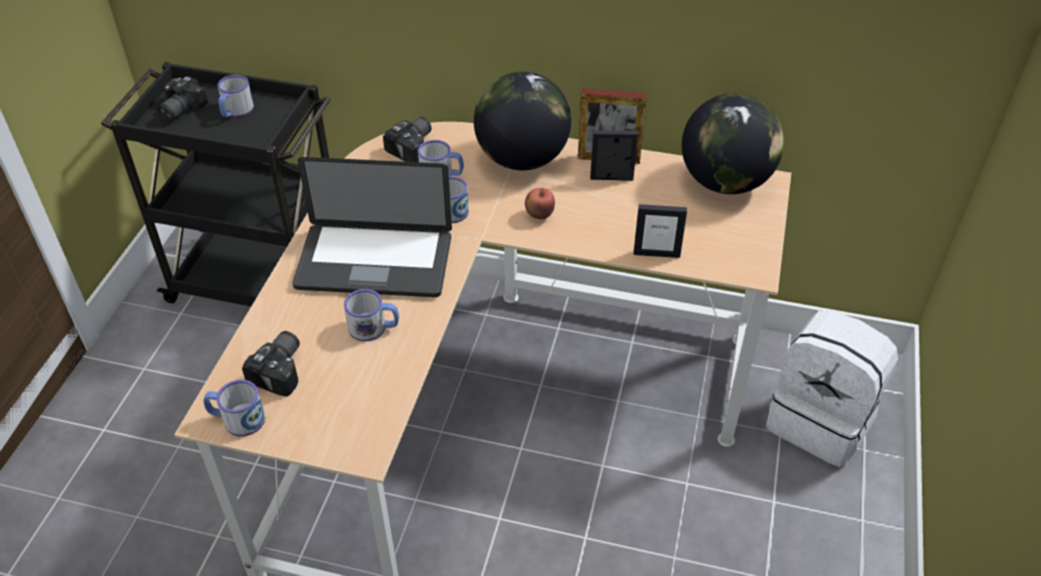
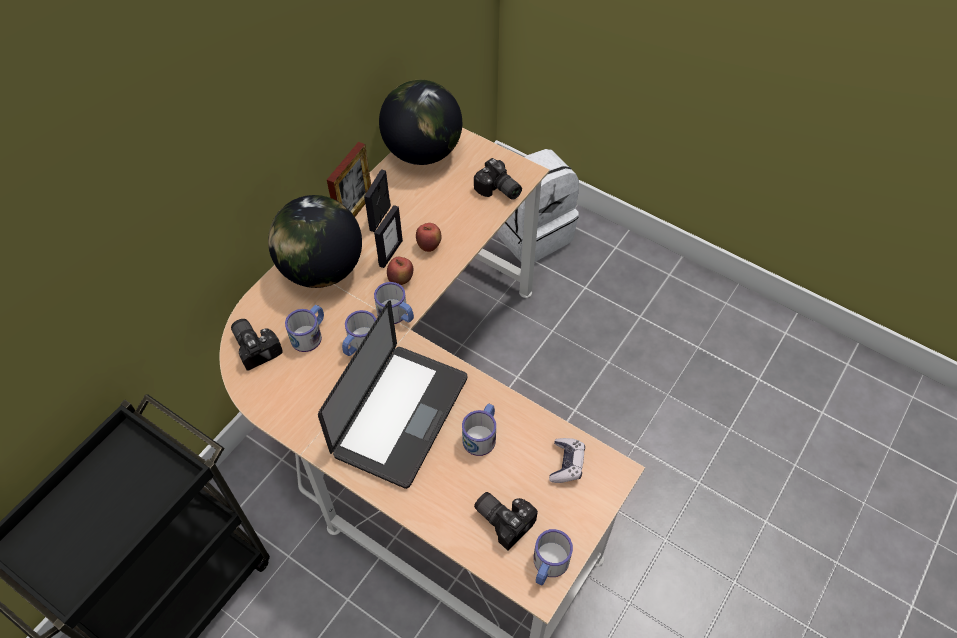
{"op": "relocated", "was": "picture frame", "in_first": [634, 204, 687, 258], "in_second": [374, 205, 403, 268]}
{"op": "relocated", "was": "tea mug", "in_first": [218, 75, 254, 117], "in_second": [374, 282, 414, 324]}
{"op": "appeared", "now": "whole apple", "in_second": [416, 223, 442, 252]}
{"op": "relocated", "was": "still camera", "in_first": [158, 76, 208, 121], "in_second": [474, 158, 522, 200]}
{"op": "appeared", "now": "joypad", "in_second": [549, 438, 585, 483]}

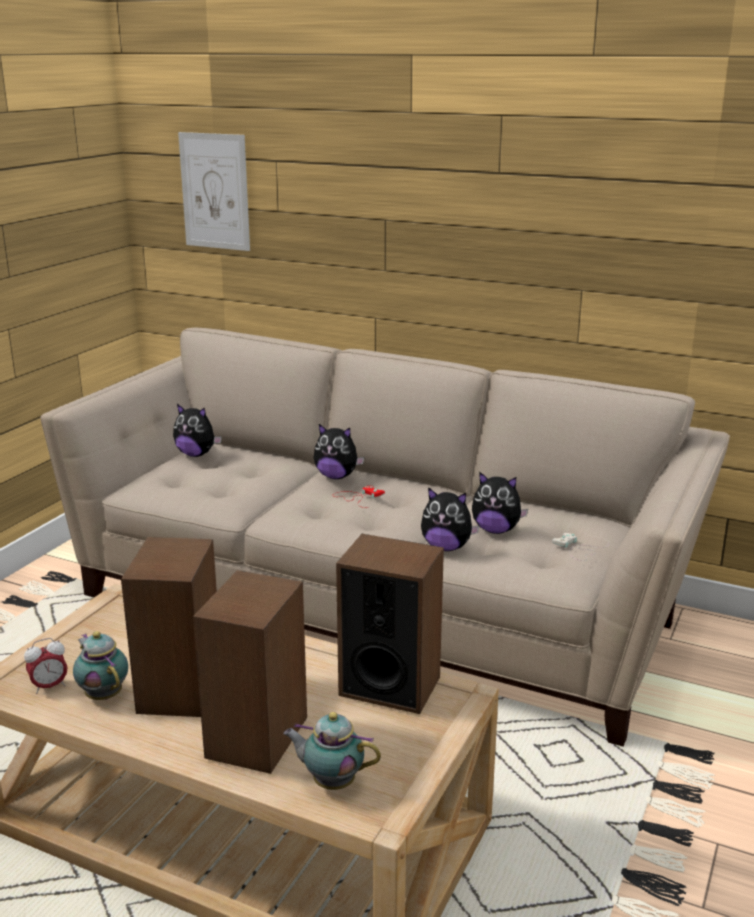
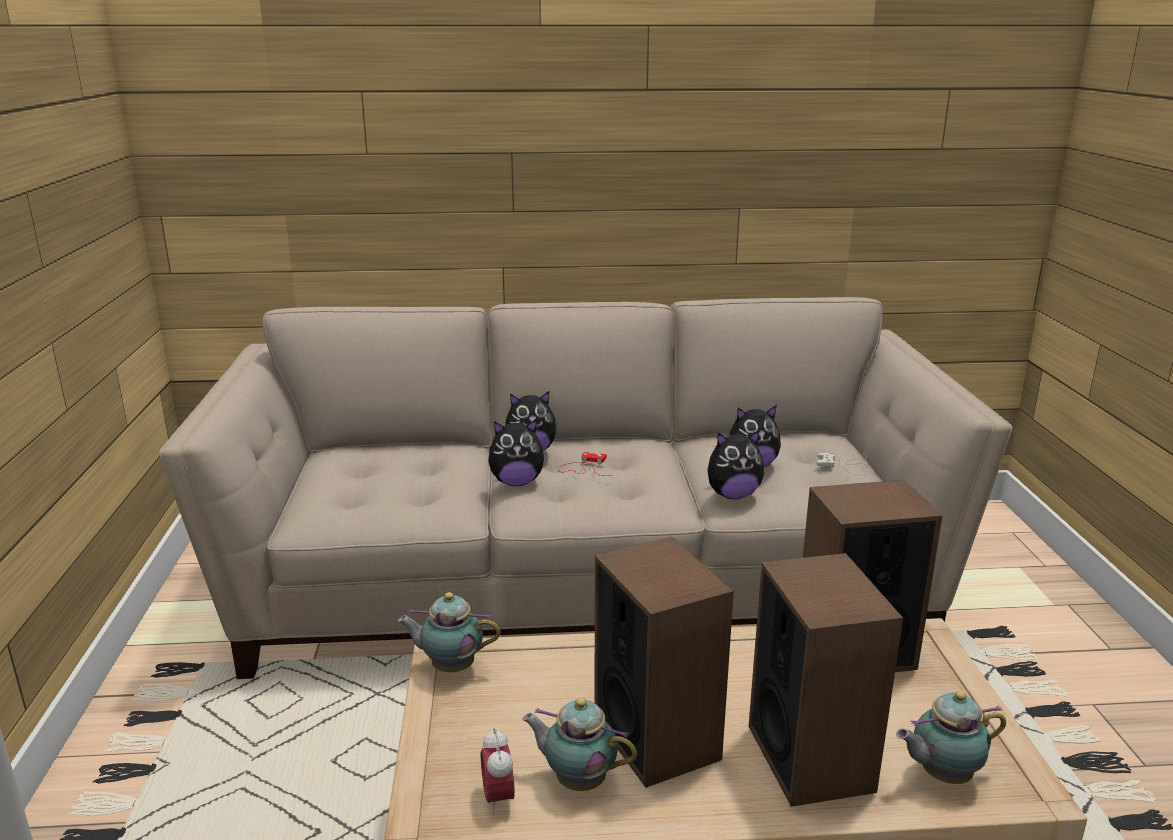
{"op": "appeared", "now": "pot for tea", "in_second": [398, 592, 500, 672]}
{"op": "spun", "was": "table clock", "in_first": [24, 638, 67, 694], "in_second": [481, 728, 515, 814], "clockwise": 135}
{"op": "relocated", "was": "plush toy", "in_first": [173, 404, 222, 457], "in_second": [488, 419, 547, 486]}
{"op": "missing", "was": "wall picture", "in_first": [178, 132, 250, 251]}

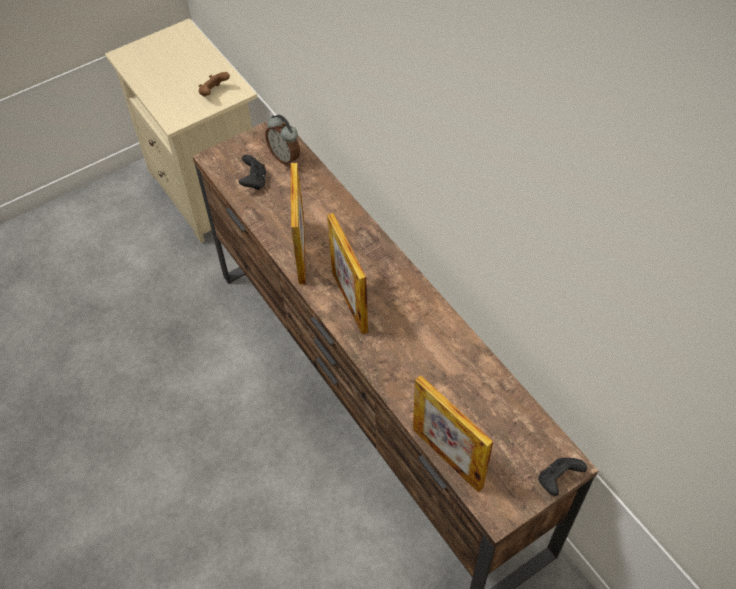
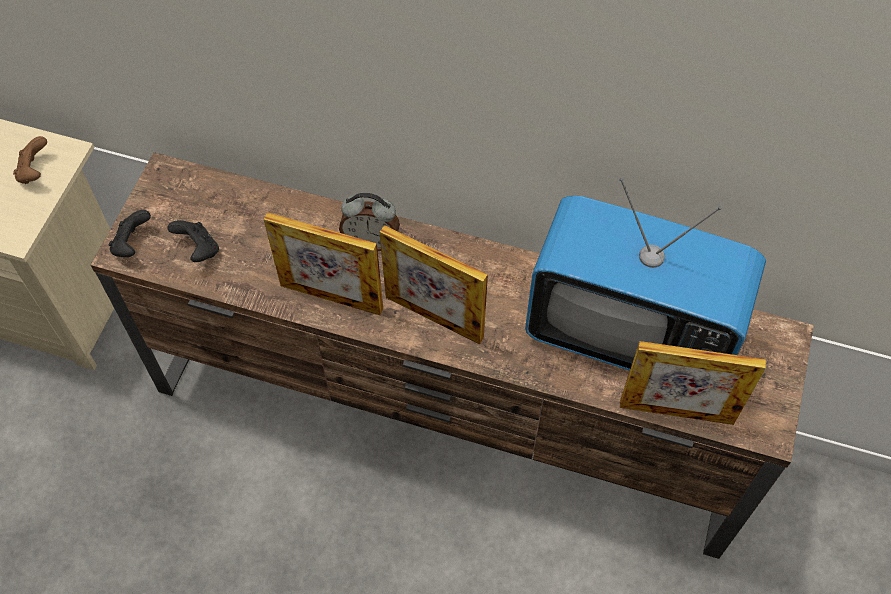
{"op": "relocated", "was": "joypad in black", "in_first": [538, 458, 587, 496], "in_second": [109, 210, 151, 257]}
{"op": "spun", "was": "picture frame", "in_first": [291, 163, 306, 285], "in_second": [264, 212, 383, 315], "clockwise": 150}
{"op": "relocated", "was": "table clock", "in_first": [265, 114, 300, 166], "in_second": [339, 193, 400, 251]}
{"op": "appeared", "now": "TV set", "in_second": [525, 178, 766, 371]}

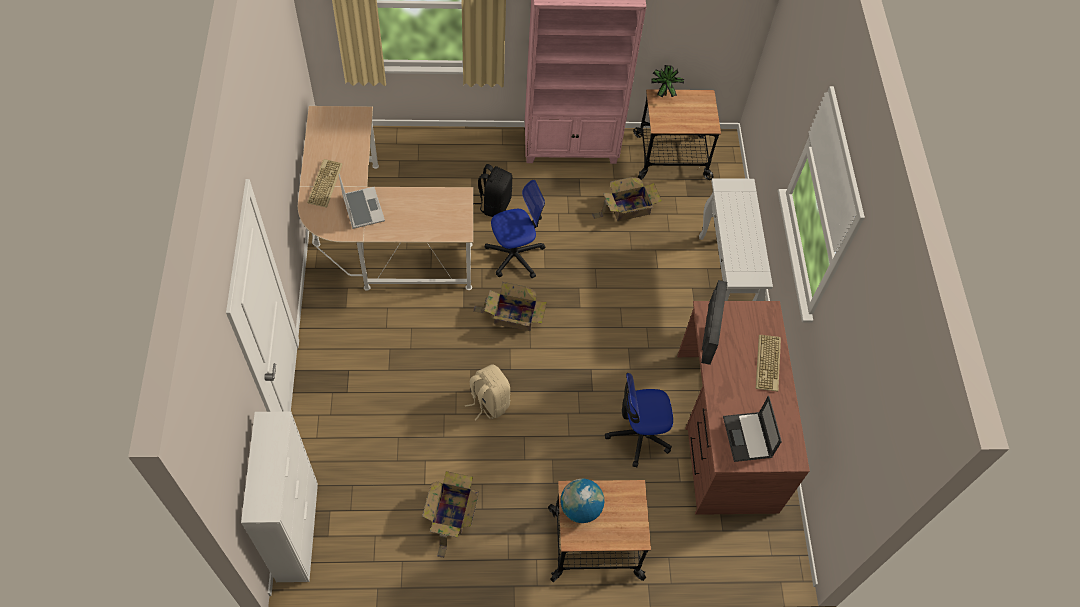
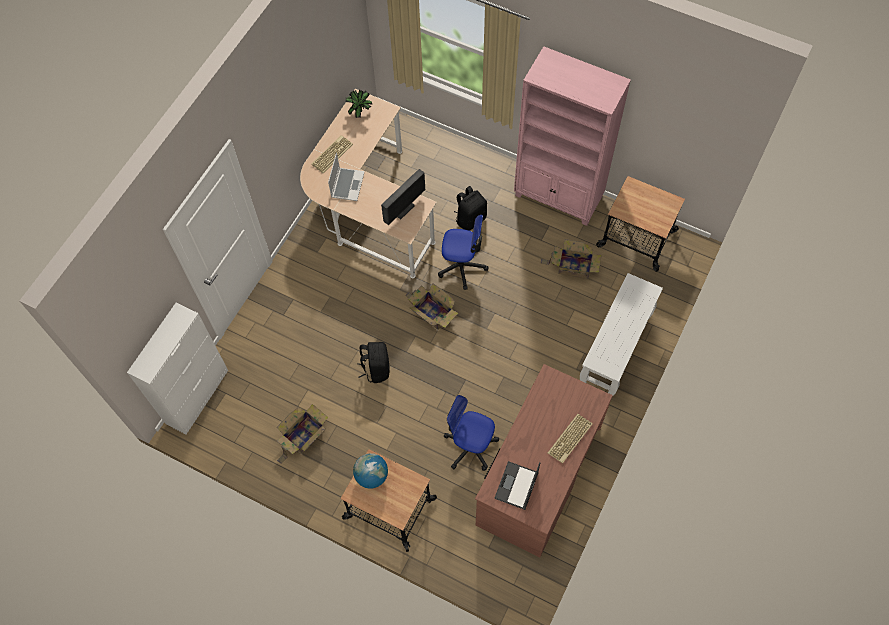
{"op": "relocated", "was": "houseplant", "in_first": [651, 65, 684, 97], "in_second": [345, 89, 373, 118]}
{"op": "colour", "was": "rucksack in beige-coloured", "now": "rucksack in black", "in_first": [465, 364, 510, 421], "in_second": [358, 342, 390, 383]}
{"op": "relocated", "was": "computer display", "in_first": [701, 280, 727, 365], "in_second": [381, 169, 425, 225]}

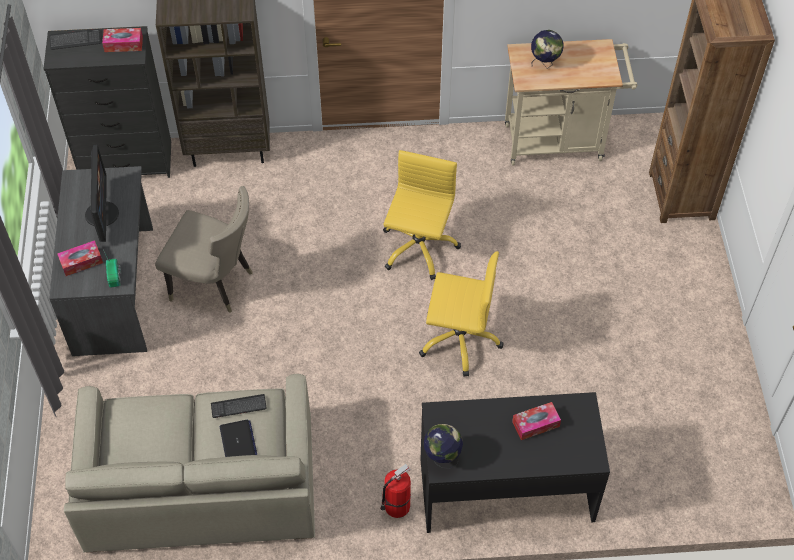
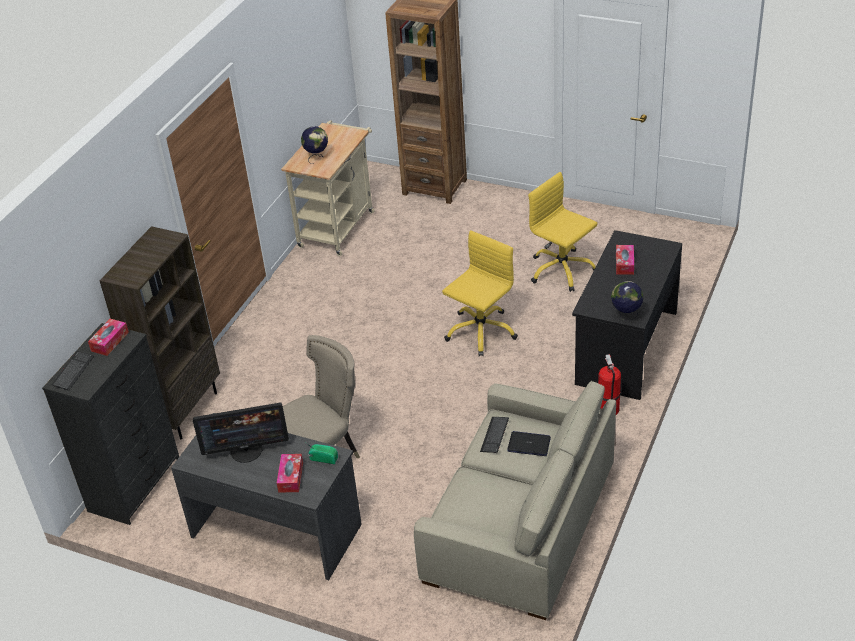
{"op": "spun", "was": "computer display", "in_first": [85, 144, 119, 242], "in_second": [193, 402, 289, 463], "clockwise": 150}
{"op": "relocated", "was": "computer chair in yellow", "in_first": [383, 150, 461, 280], "in_second": [528, 172, 597, 292]}

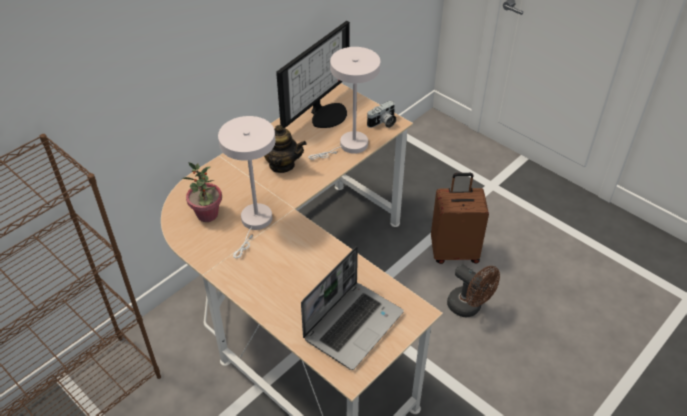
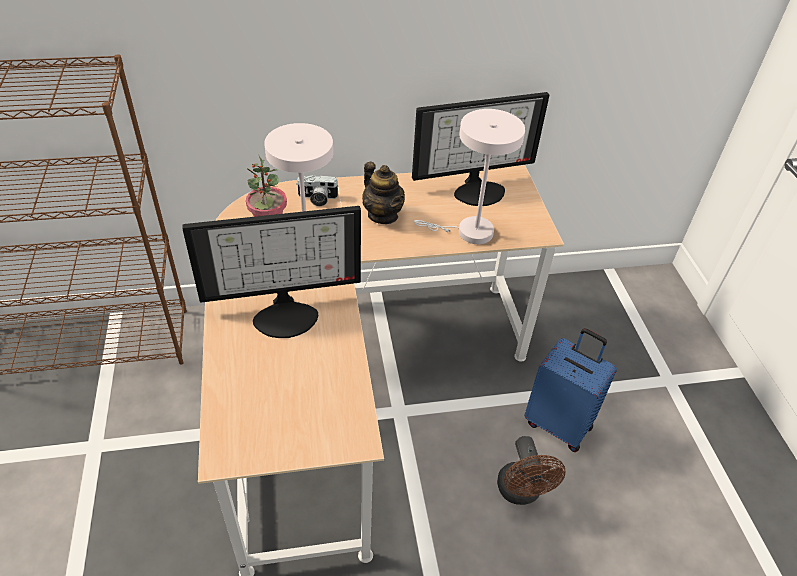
{"op": "appeared", "now": "computer display", "in_second": [182, 206, 361, 338]}
{"op": "relocated", "was": "still camera", "in_first": [367, 101, 396, 128], "in_second": [296, 175, 339, 206]}
{"op": "colour", "was": "travel case in brown-coloured", "now": "travel case in blue-coloured", "in_first": [431, 173, 489, 264], "in_second": [524, 328, 617, 452]}
{"op": "missing", "was": "notebook computer", "in_first": [301, 246, 404, 370]}

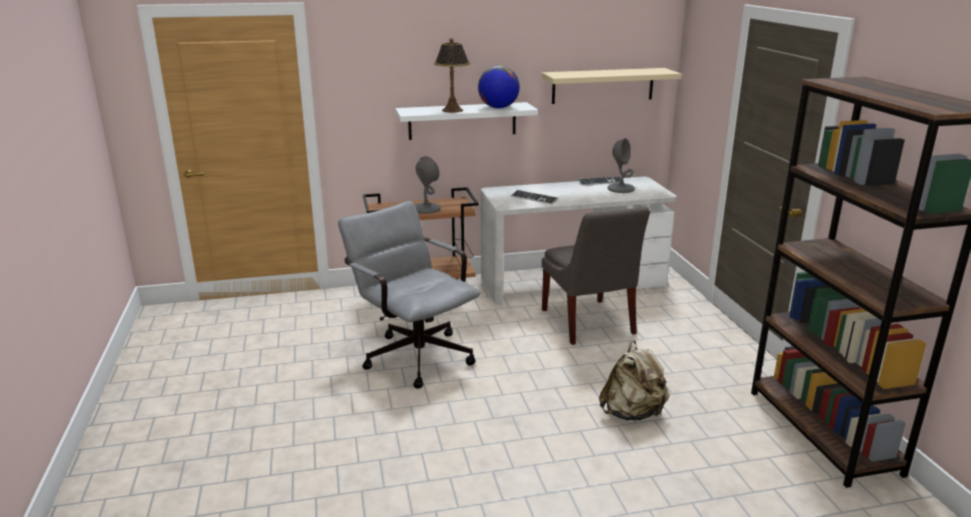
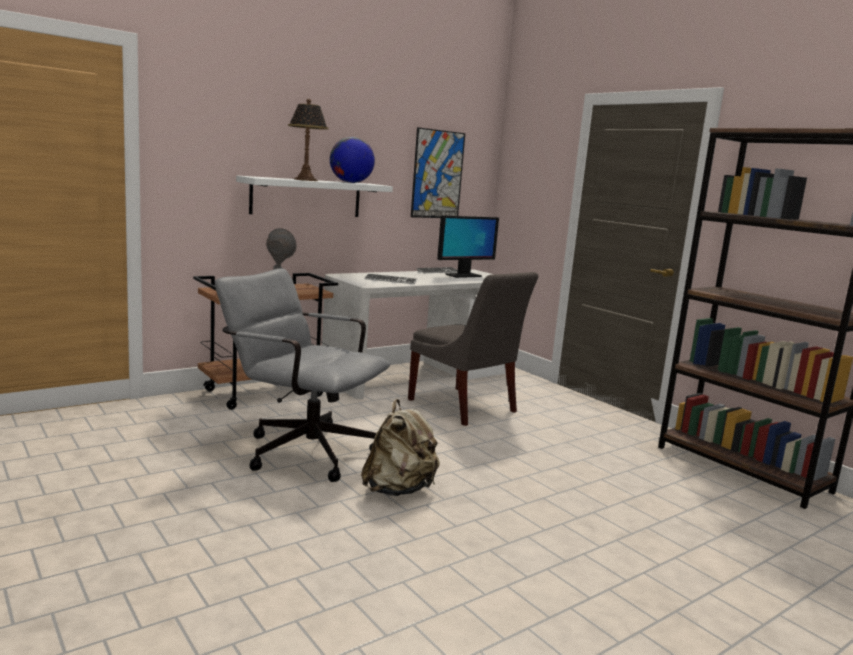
{"op": "relocated", "was": "rucksack in beige-coloured", "in_first": [599, 340, 670, 420], "in_second": [361, 399, 440, 496]}
{"op": "exchanged", "was": "shelf in beige-coloured", "now": "wall picture", "in_first": [541, 68, 682, 104], "in_second": [411, 127, 465, 218]}
{"op": "exchanged", "was": "table lamp in gray", "now": "computer display", "in_first": [608, 138, 635, 193], "in_second": [437, 215, 499, 278]}

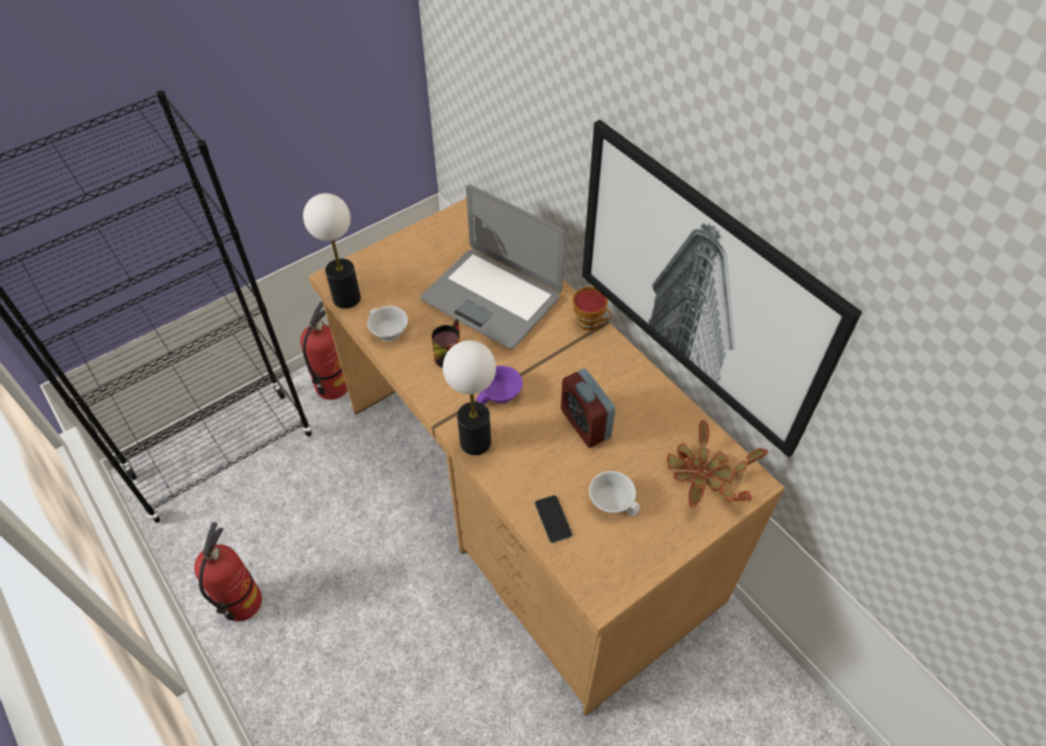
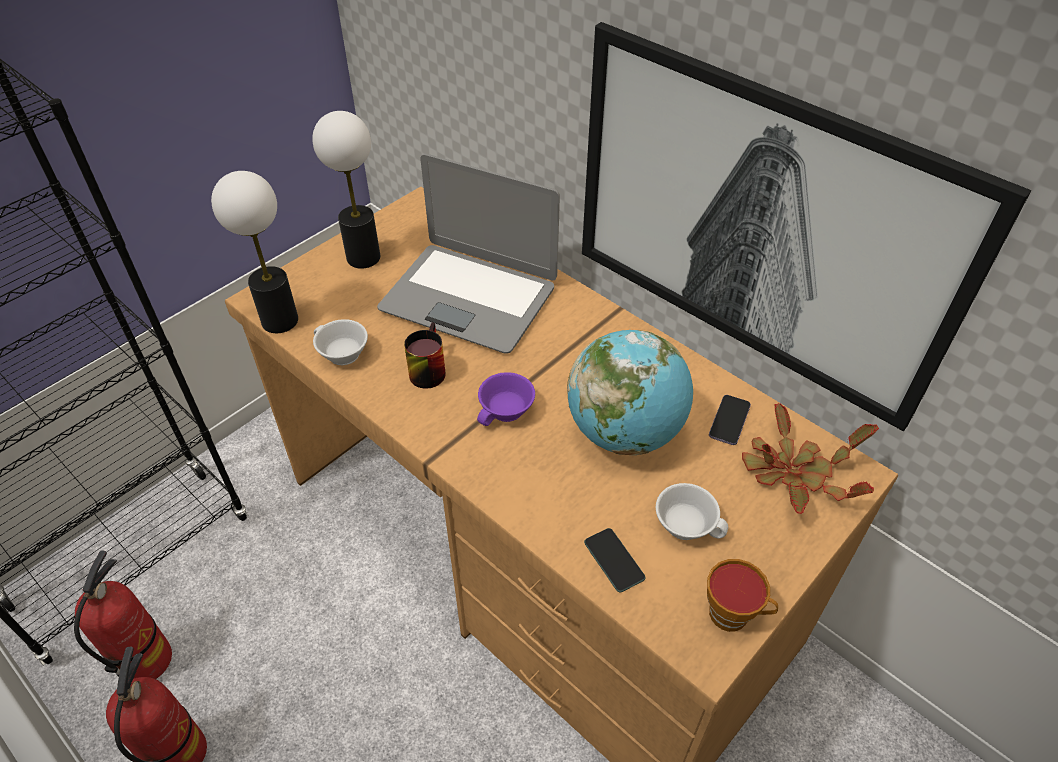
{"op": "relocated", "was": "extinguisher", "in_first": [300, 301, 348, 400], "in_second": [74, 551, 172, 679]}
{"op": "relocated", "was": "table lamp", "in_first": [443, 340, 496, 455], "in_second": [312, 111, 380, 269]}
{"op": "exchanged", "was": "table clock", "now": "desk globe", "in_first": [561, 369, 616, 448], "in_second": [567, 330, 693, 455]}
{"op": "relocated", "was": "cup", "in_first": [572, 287, 612, 331], "in_second": [707, 559, 778, 632]}
{"op": "appeared", "now": "phone", "in_second": [709, 395, 751, 445]}

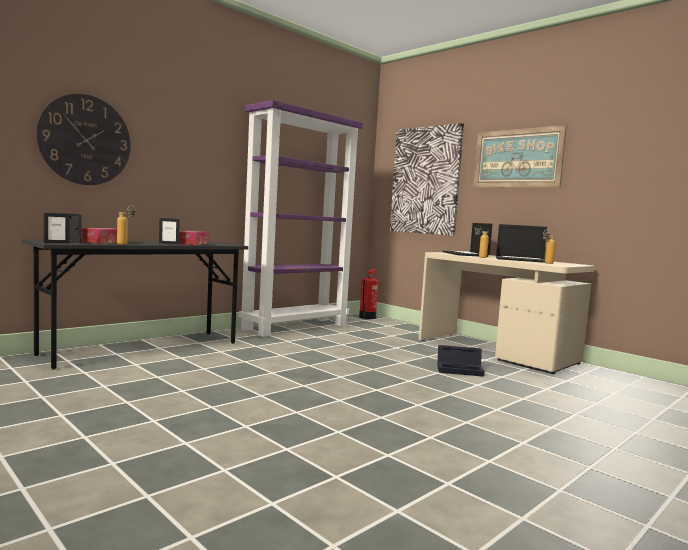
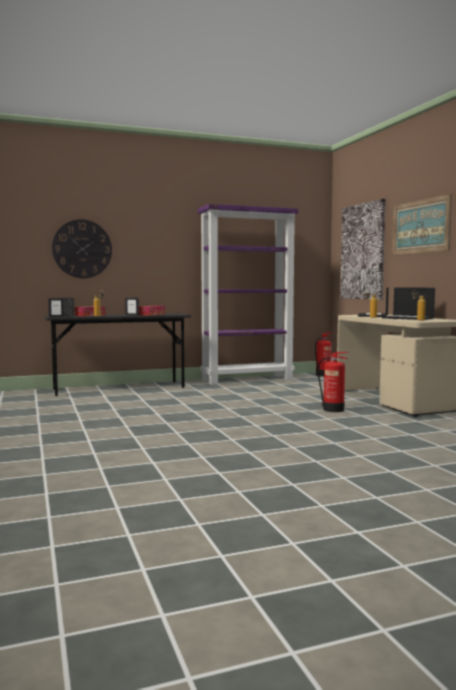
{"op": "exchanged", "was": "storage box in black", "now": "extinguisher", "in_first": [437, 345, 485, 377], "in_second": [318, 352, 349, 412]}

